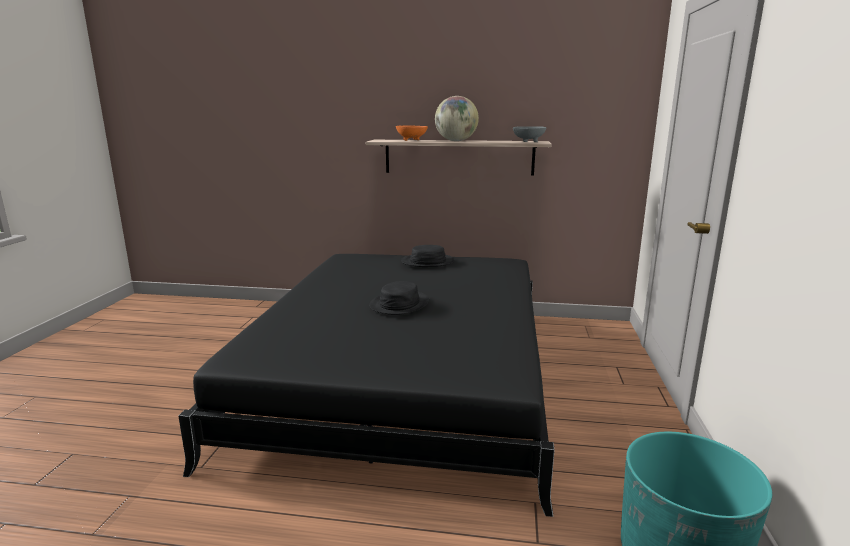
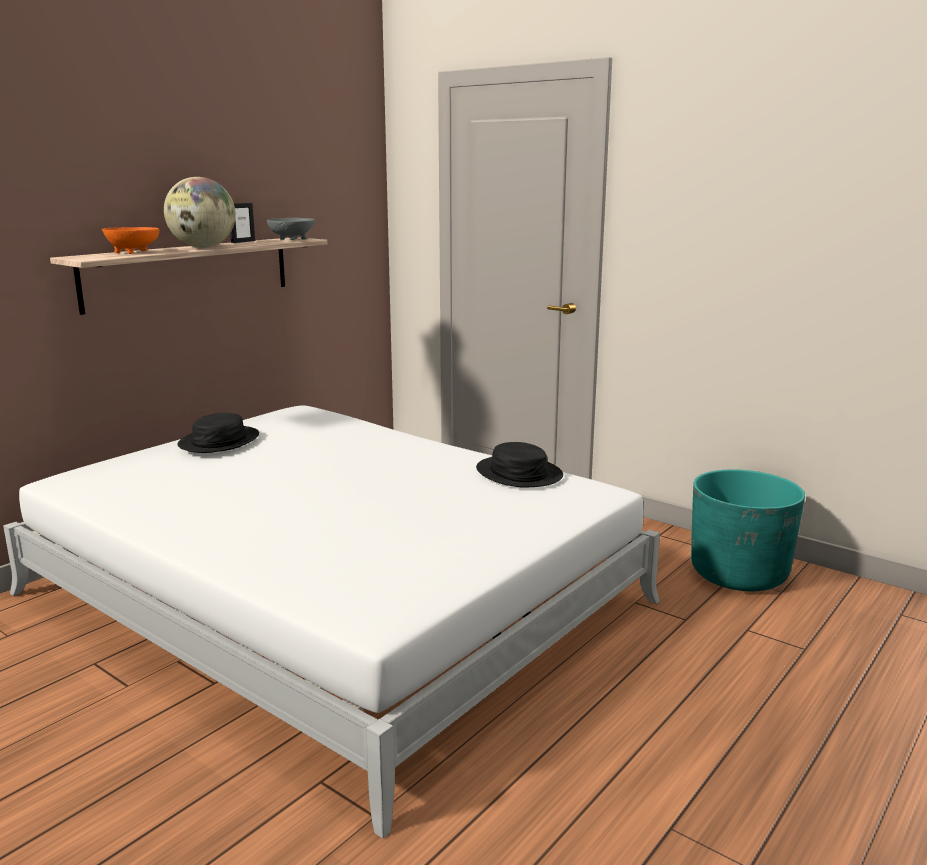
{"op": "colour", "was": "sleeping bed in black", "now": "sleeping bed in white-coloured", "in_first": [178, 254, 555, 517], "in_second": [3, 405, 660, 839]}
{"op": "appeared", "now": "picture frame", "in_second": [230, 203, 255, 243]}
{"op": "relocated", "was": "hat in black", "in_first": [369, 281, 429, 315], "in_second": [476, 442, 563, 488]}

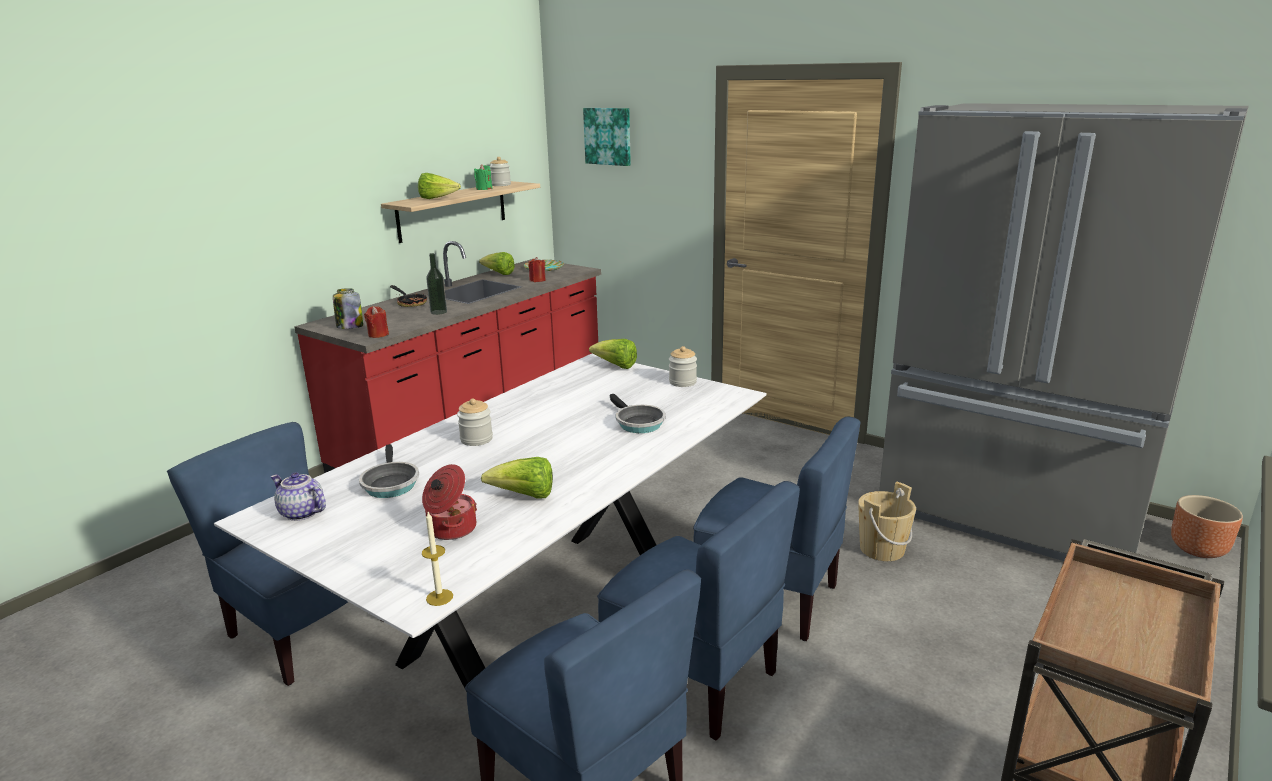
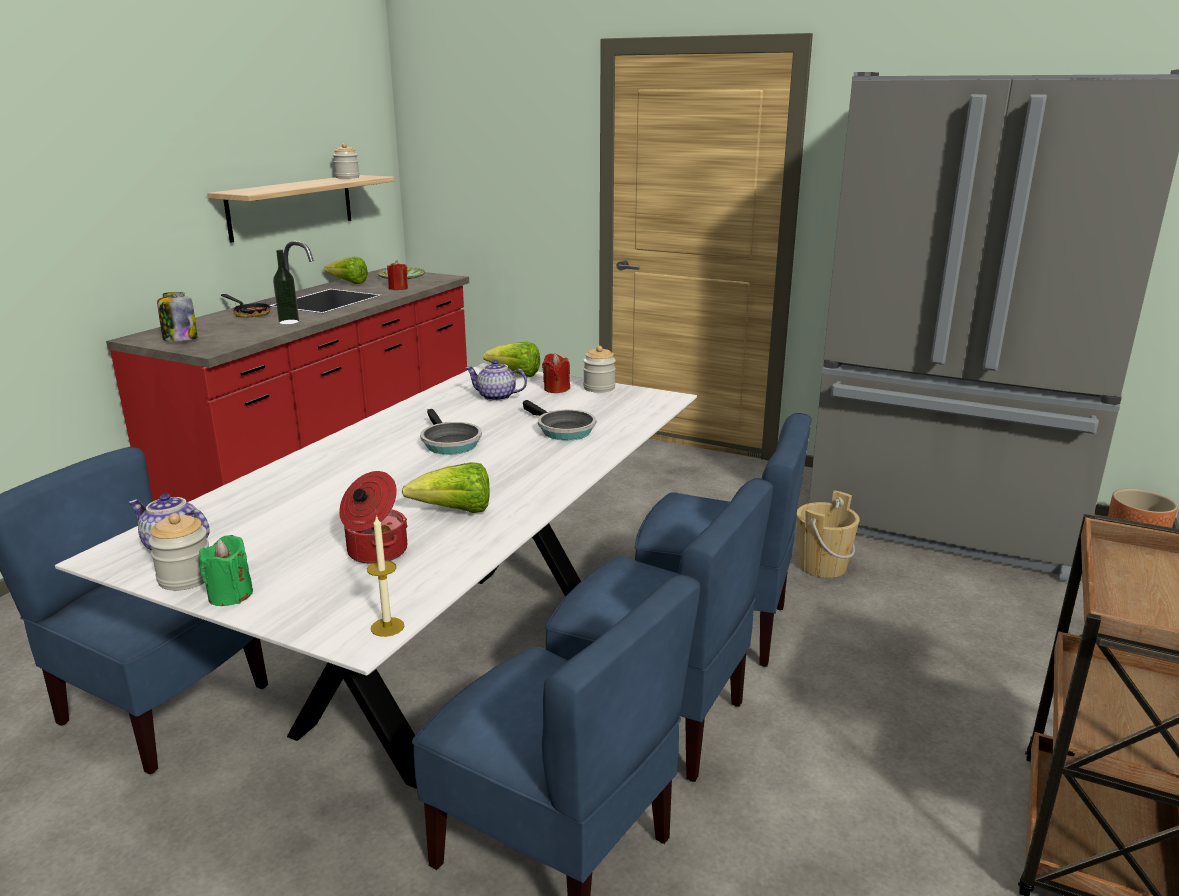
{"op": "relocated", "was": "preserve jar", "in_first": [457, 399, 493, 446], "in_second": [148, 513, 209, 591]}
{"op": "relocated", "was": "wax light in greenish", "in_first": [474, 164, 492, 190], "in_second": [199, 535, 253, 606]}
{"op": "relocated", "was": "frying pan", "in_first": [359, 444, 419, 498], "in_second": [420, 409, 482, 455]}
{"op": "appeared", "now": "pot for tea", "in_second": [466, 360, 527, 401]}
{"op": "relocated", "was": "wax light in red", "in_first": [364, 306, 389, 338], "in_second": [542, 353, 570, 393]}
{"op": "missing", "was": "head of lettuce", "in_first": [418, 173, 461, 199]}
{"op": "missing", "was": "wall picture", "in_first": [583, 108, 631, 166]}

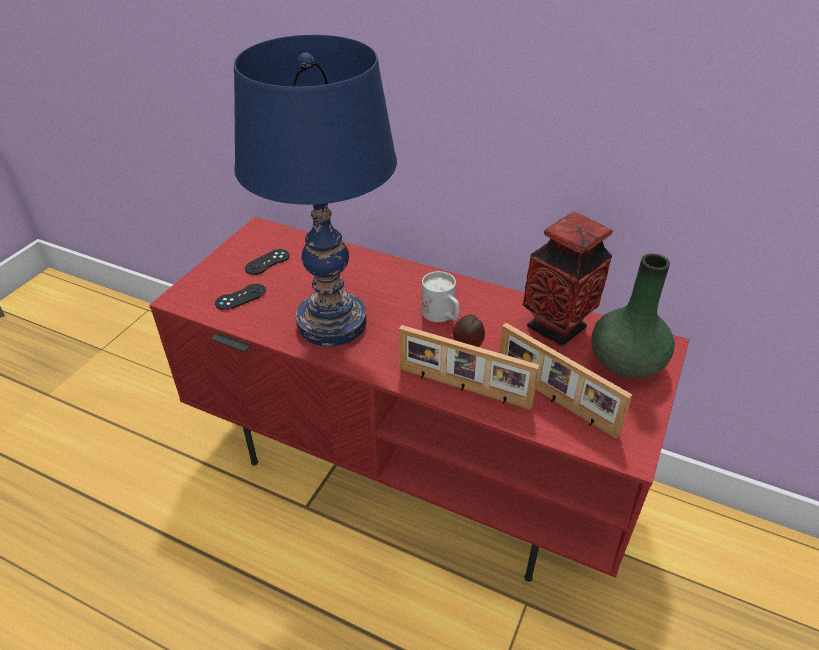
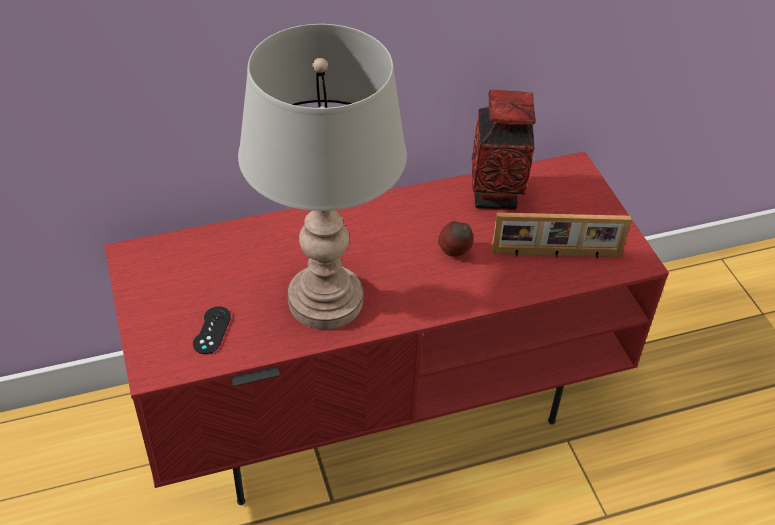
{"op": "colour", "was": "table lamp in blue-coloured", "now": "table lamp in gray", "in_first": [234, 35, 397, 346], "in_second": [238, 24, 407, 330]}
{"op": "missing", "was": "joypad in black", "in_first": [245, 249, 290, 275]}
{"op": "missing", "was": "picture frame", "in_first": [399, 325, 540, 410]}
{"op": "missing", "was": "tea mug in white-coloured", "in_first": [422, 271, 459, 322]}
{"op": "missing", "was": "decorative vase in greenish", "in_first": [592, 254, 675, 378]}

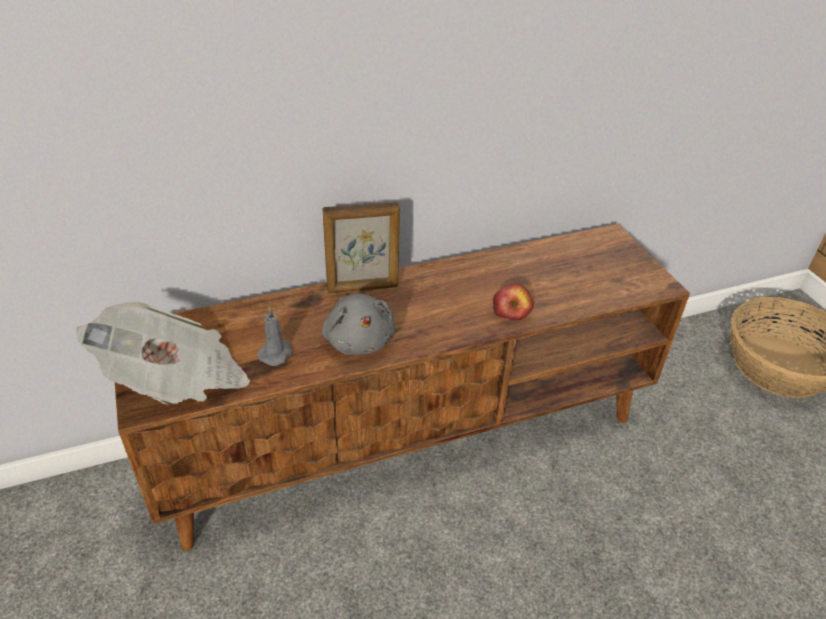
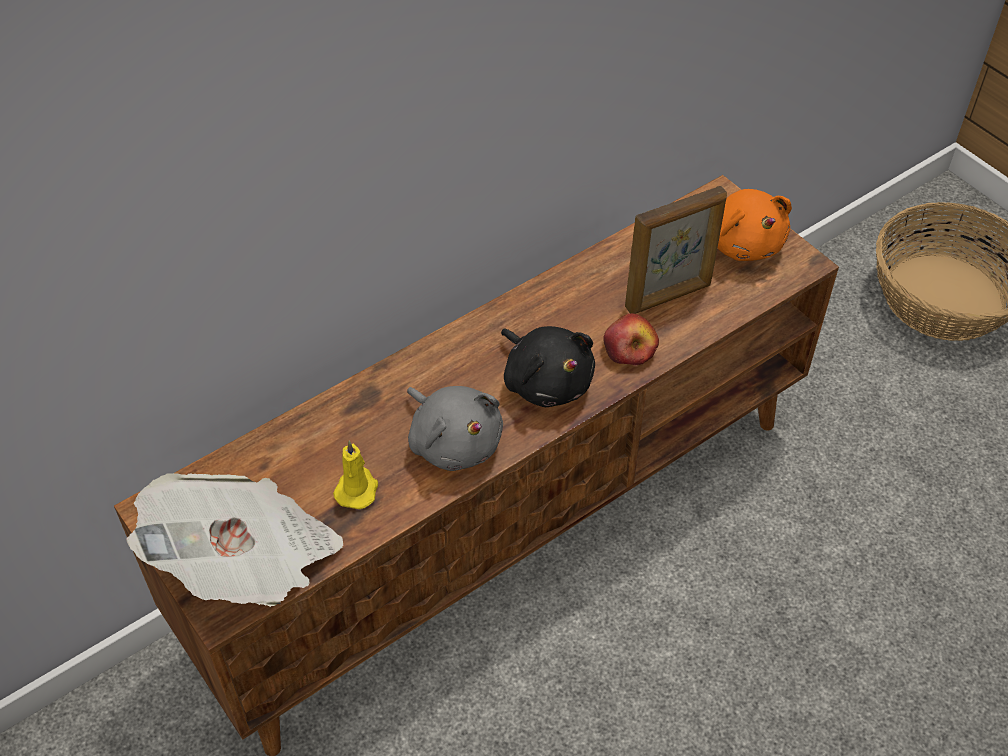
{"op": "colour", "was": "wax light in gray", "now": "wax light in yellow", "in_first": [257, 306, 293, 366], "in_second": [333, 441, 378, 509]}
{"op": "appeared", "now": "plush toy in black", "in_second": [501, 326, 595, 407]}
{"op": "relocated", "was": "picture frame", "in_first": [323, 202, 400, 293], "in_second": [625, 186, 727, 314]}
{"op": "appeared", "now": "plush toy in orangey", "in_second": [718, 189, 792, 261]}

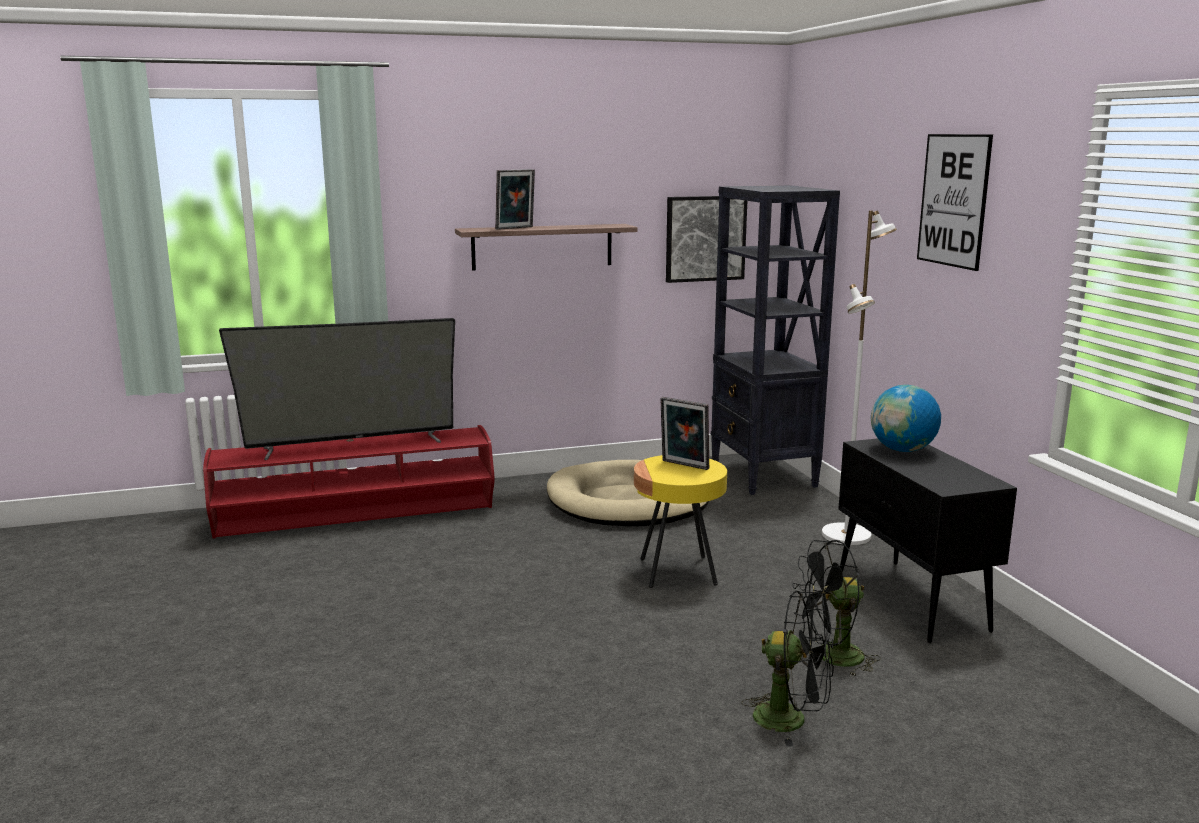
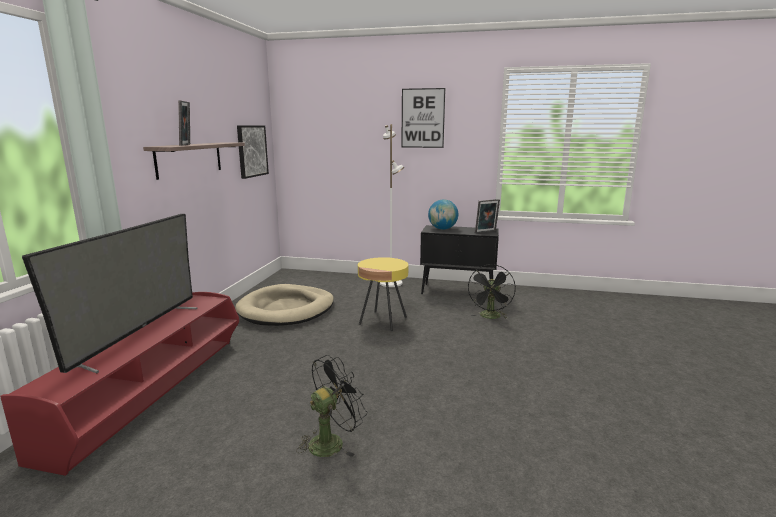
{"op": "relocated", "was": "electric fan in black", "in_first": [741, 591, 834, 747], "in_second": [296, 355, 367, 457]}
{"op": "relocated", "was": "picture frame", "in_first": [660, 397, 709, 470], "in_second": [475, 199, 500, 233]}
{"op": "missing", "was": "shelving unit in black", "in_first": [711, 185, 840, 495]}

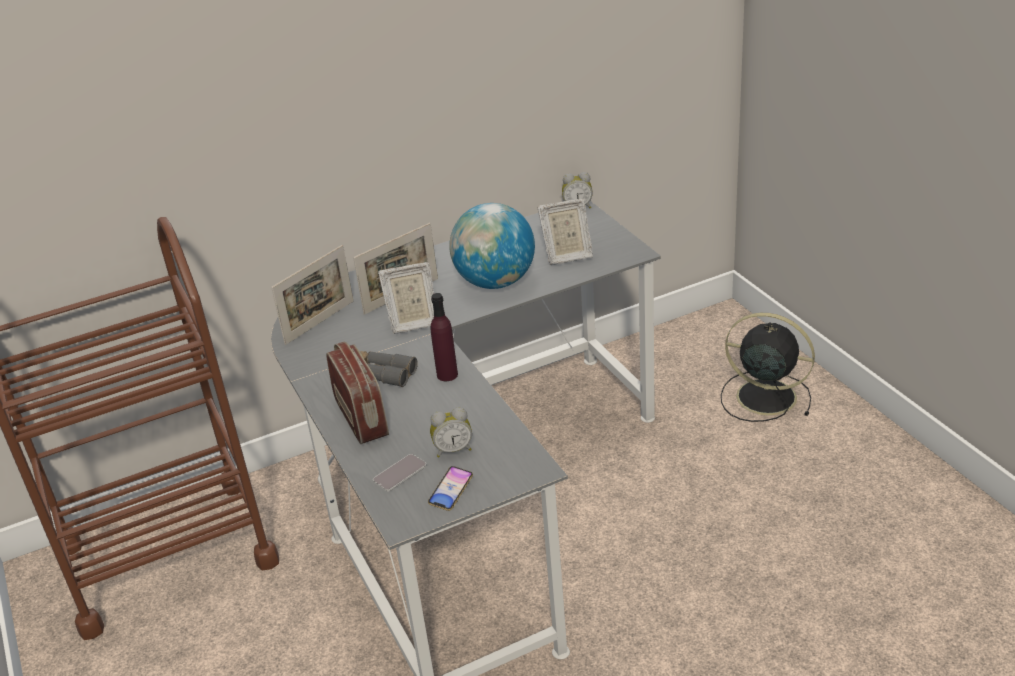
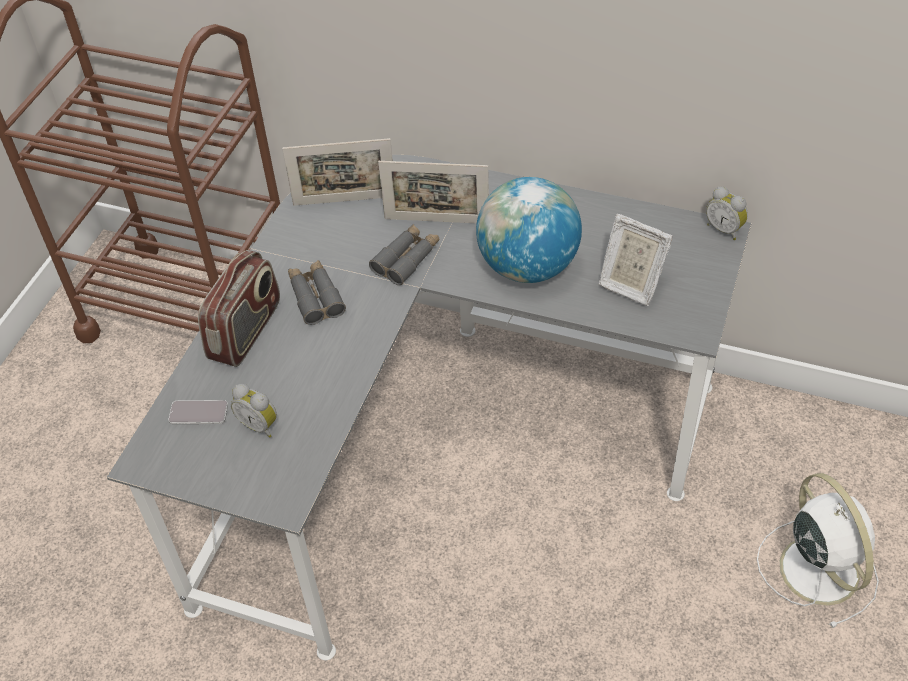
{"op": "exchanged", "was": "picture frame", "now": "pair of binoculars in gray", "in_first": [378, 262, 434, 334], "in_second": [369, 224, 439, 285]}
{"op": "colour", "was": "electric fan in black", "now": "electric fan in white-coloured", "in_first": [721, 313, 815, 422], "in_second": [757, 473, 879, 628]}
{"op": "missing", "was": "phone", "in_first": [428, 466, 473, 511]}
{"op": "missing", "was": "beverage bottle in purplish", "in_first": [431, 293, 458, 381]}

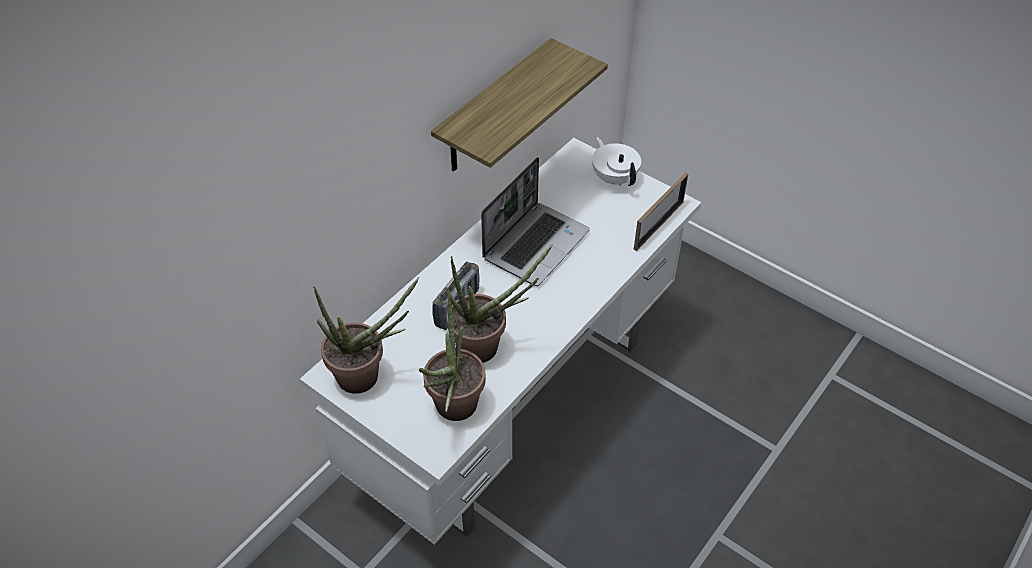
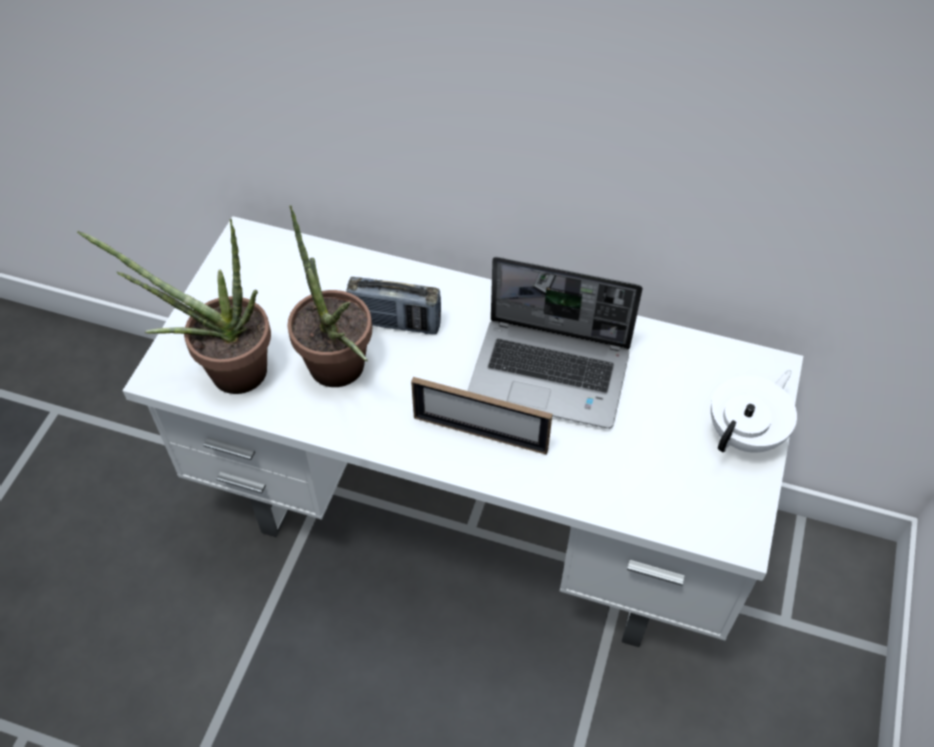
{"op": "relocated", "was": "picture frame", "in_first": [634, 173, 688, 251], "in_second": [411, 377, 552, 455]}
{"op": "missing", "was": "houseplant", "in_first": [313, 277, 419, 394]}
{"op": "missing", "was": "shelf", "in_first": [431, 38, 608, 172]}

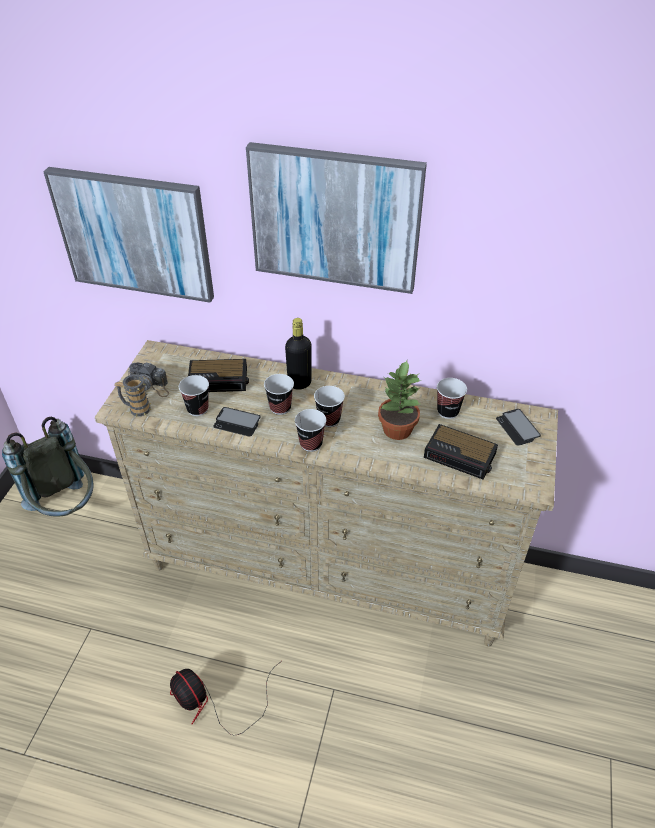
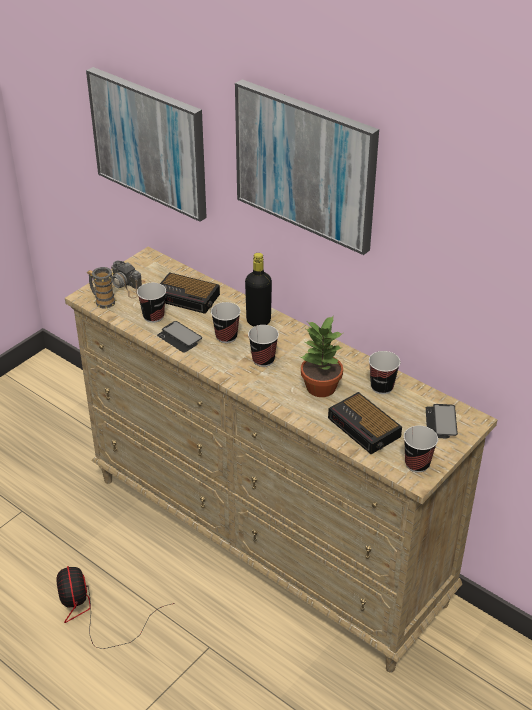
{"op": "relocated", "was": "cup", "in_first": [295, 409, 326, 452], "in_second": [404, 426, 438, 473]}
{"op": "missing", "was": "rucksack in gray", "in_first": [2, 417, 94, 516]}

